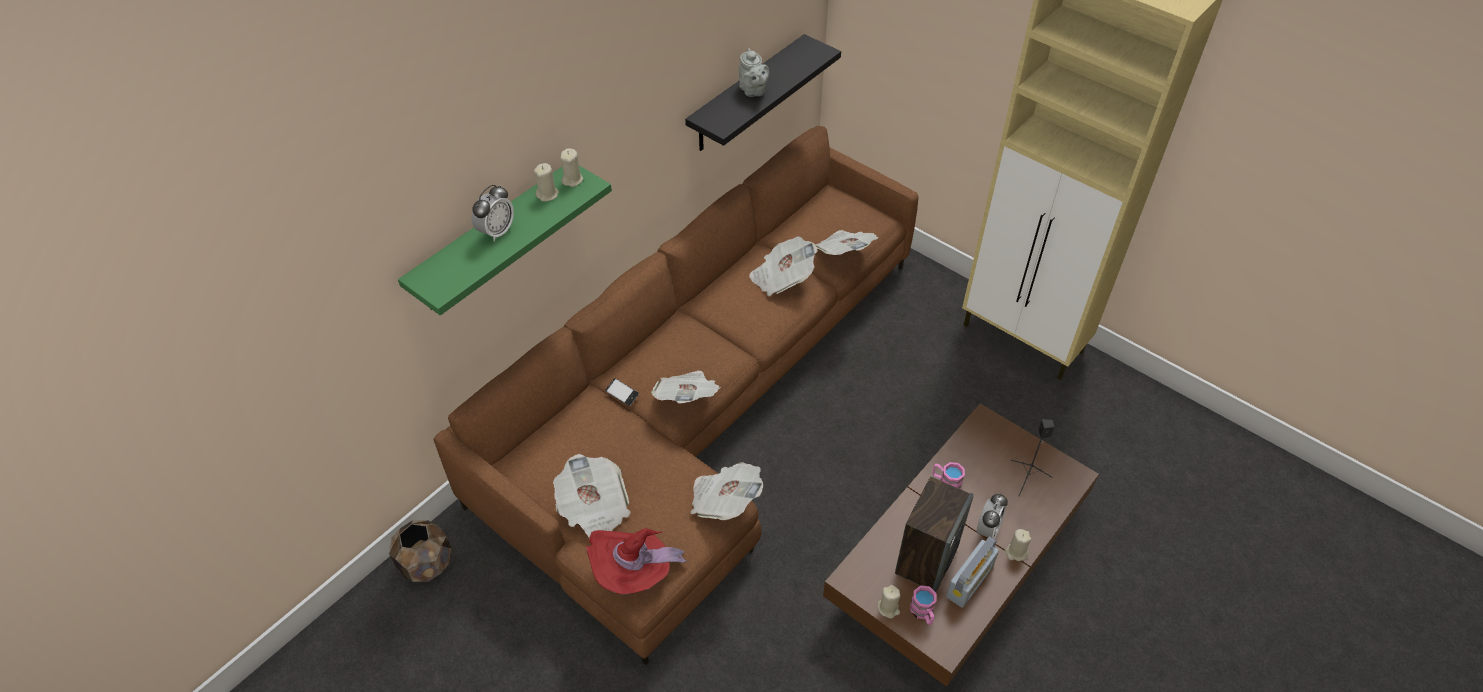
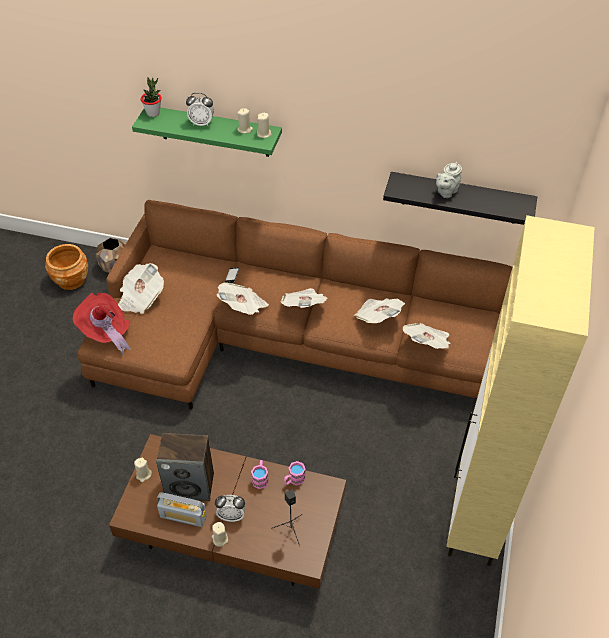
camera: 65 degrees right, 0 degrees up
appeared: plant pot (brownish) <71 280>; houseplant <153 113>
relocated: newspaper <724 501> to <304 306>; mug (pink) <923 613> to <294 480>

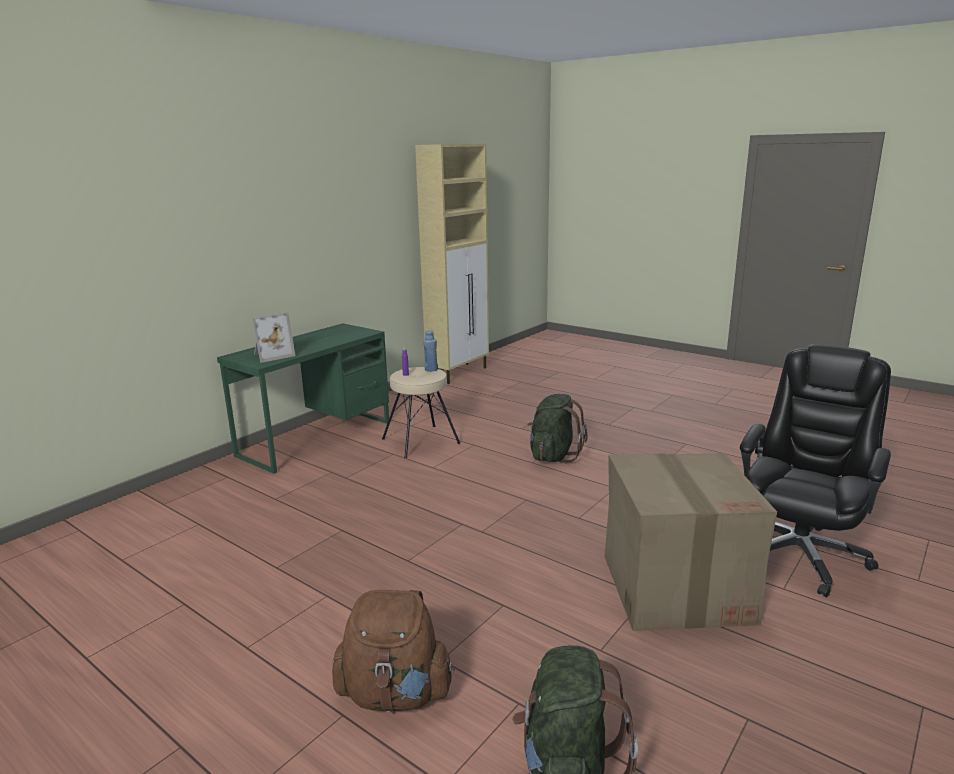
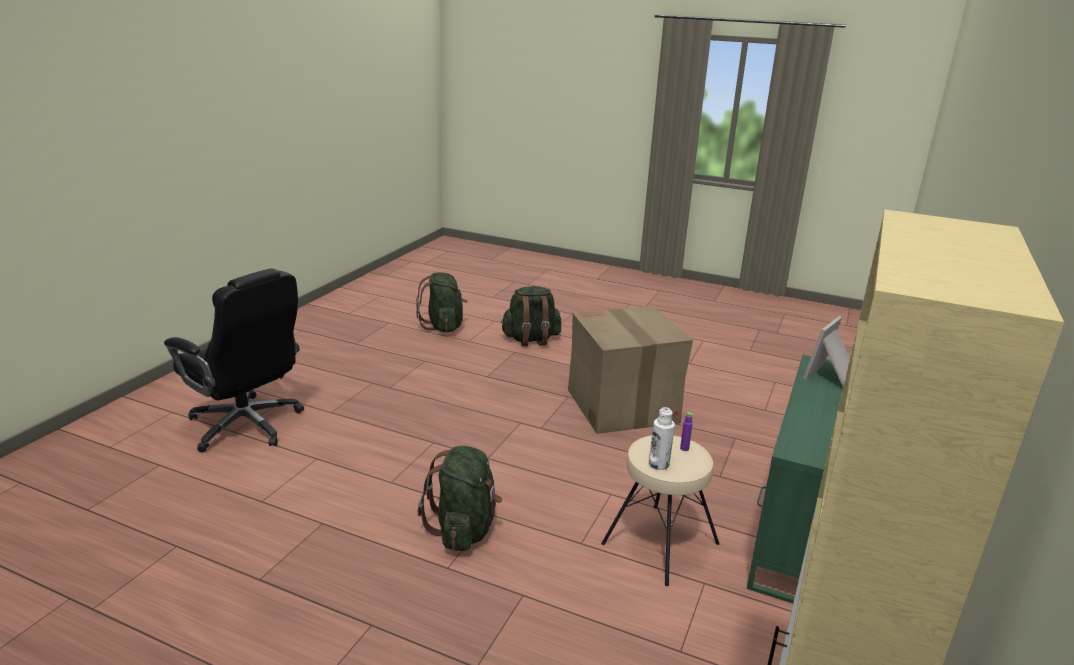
camera: 165 degrees right, 5 degrees up
relocated: cardboard box <675 587> to <622 406>
colour: knapsack (brownish) <395 694> to knapsack (green) <531 339>; bottle (blue) <431 369> to bottle (white-coloured) <658 464>
spun: computer chair (black-coloured) <799 553> = <247 425> 75 degrees counterclockwise

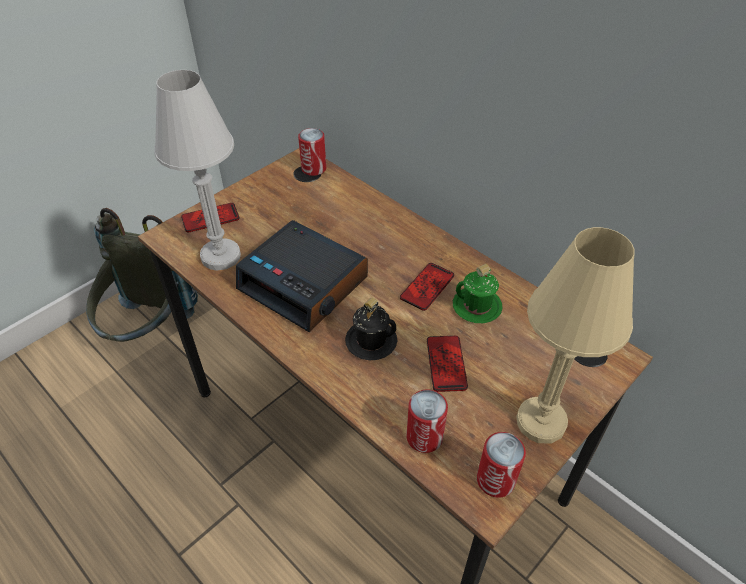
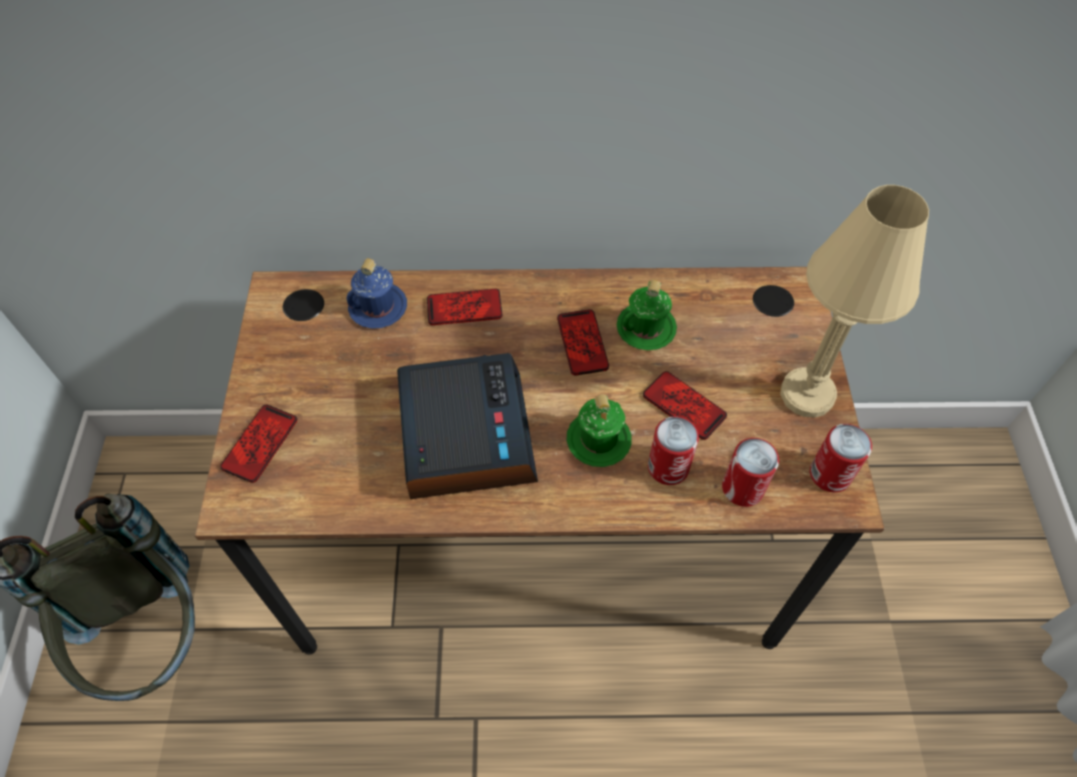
camera: 45 degrees left, 10 degrees up
missing: lamp for a table (white-coloured) <220 256>
appeared: mug (blue) <378 307>; handset <464 308>
relocated: metal can <314 168> to <668 467>
colour: mug (black-coloured) <371 341> to mug (green) <598 440>
spun: bedside clock <305 284> = <464 434> 90 degrees counterclockwise

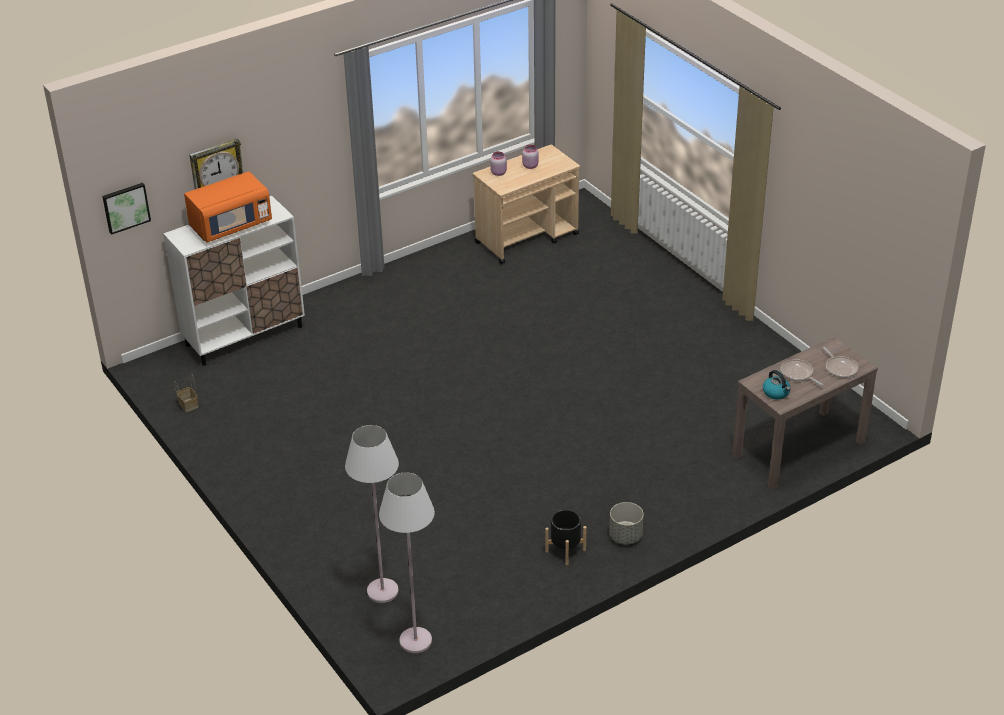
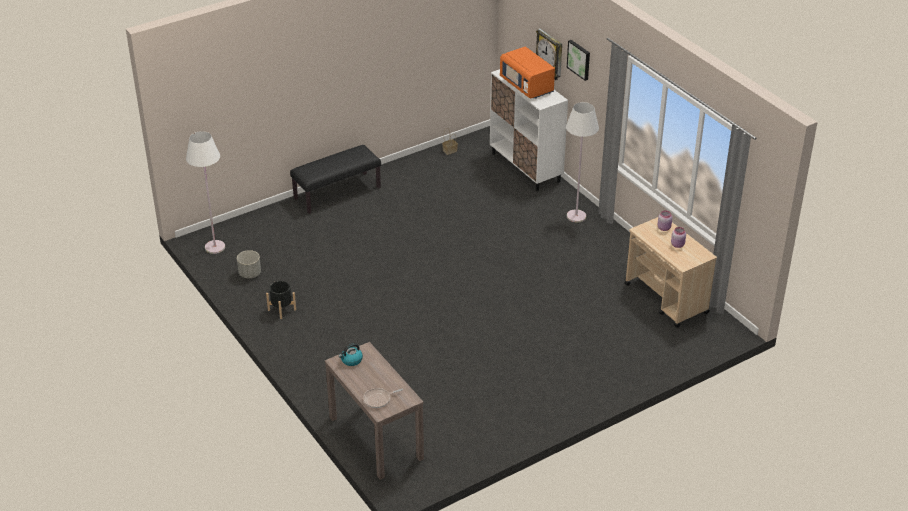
camera: 90 degrees right, 0 degrees up
missing: skillet <798 374>
appeared: indoor bench (black-coloured) <337 193>
relocated: plant pot (greyish) <625 536> to <249 274>; standard lamp (white-coloured) <382 591> to <576 216>; wall art <125 207> to <579 59>

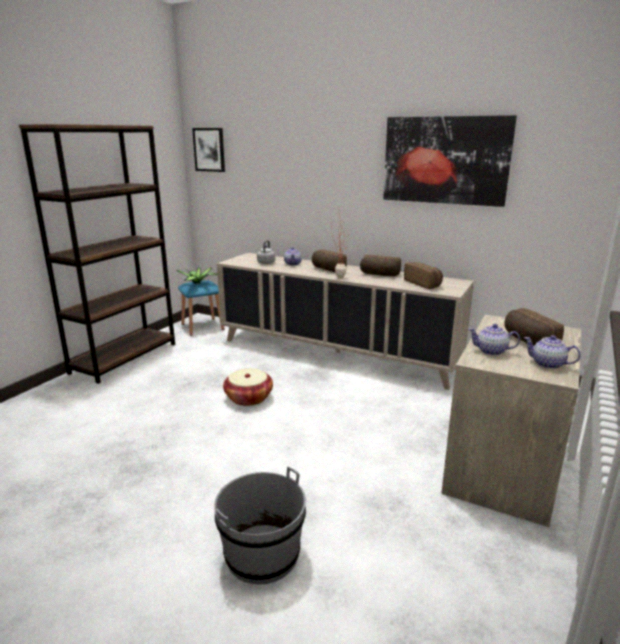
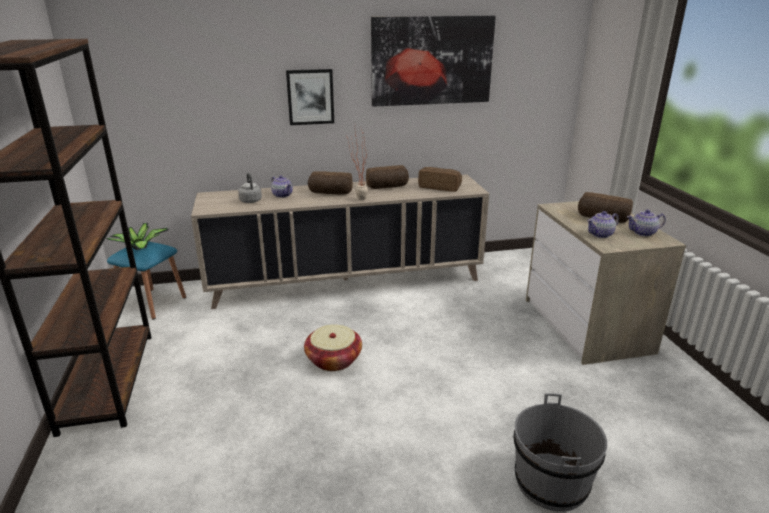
camera: 40 degrees left, 5 degrees up
relocated: wall art <209 149> to <310 97>

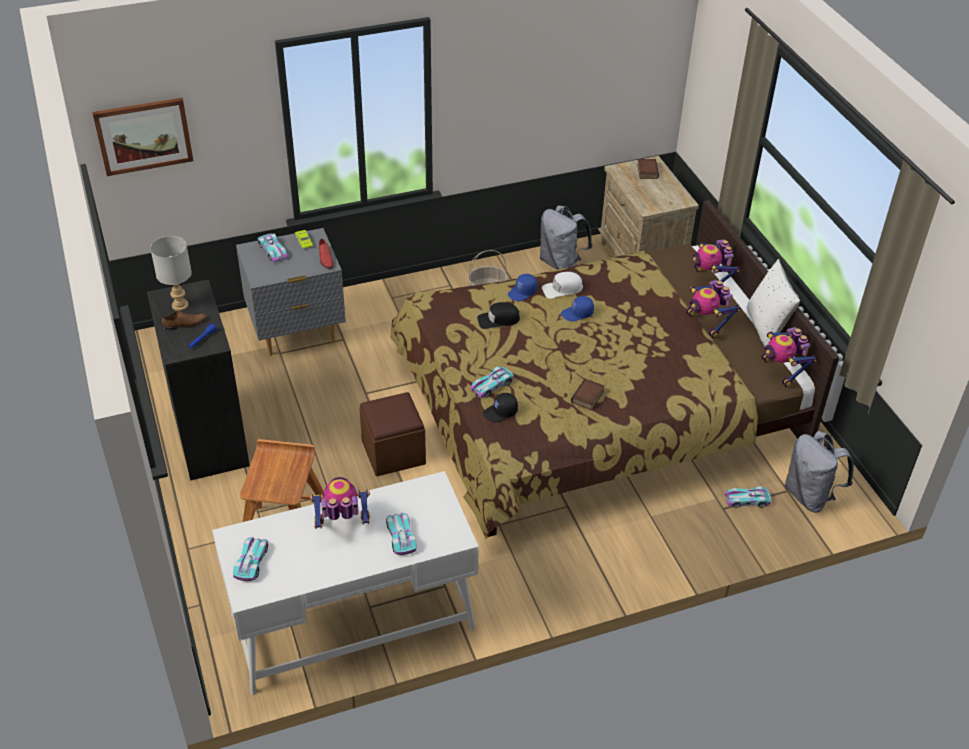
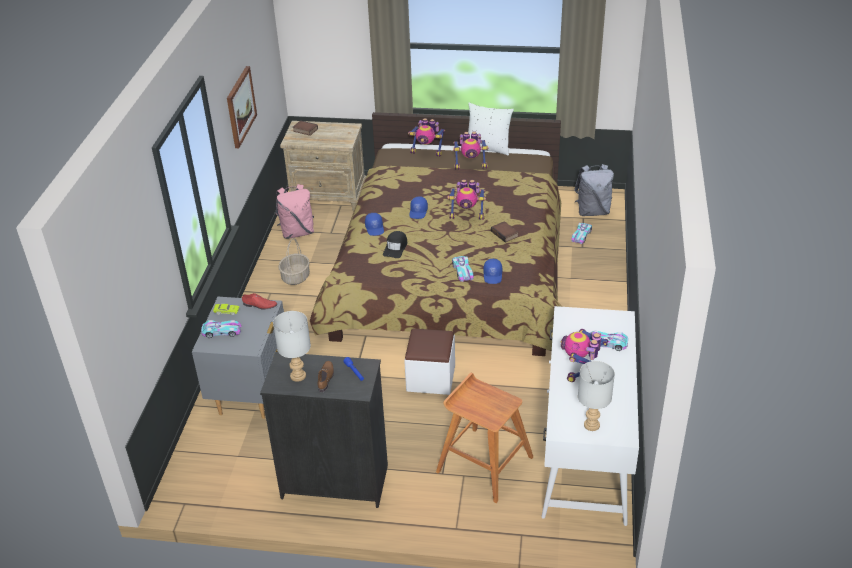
camera: 60 degrees left, 5 degrees down
missing: peaked cap (white-coloured) <562 289>
relocated: wall art <143 135> to <240 106>; model robot <781 371> to <467 215>
exchanged: miniature car <251 561> to lamp for a table (greyish) <592 425>
colour: knapsack (greyish) <561 263> to knapsack (pink) <297 232>; ottoman (brownish) <393 453> to ottoman (white-coloured) <431 378>; peaked cap (black-coloured) <500 412> to peaked cap (blue) <493 276>

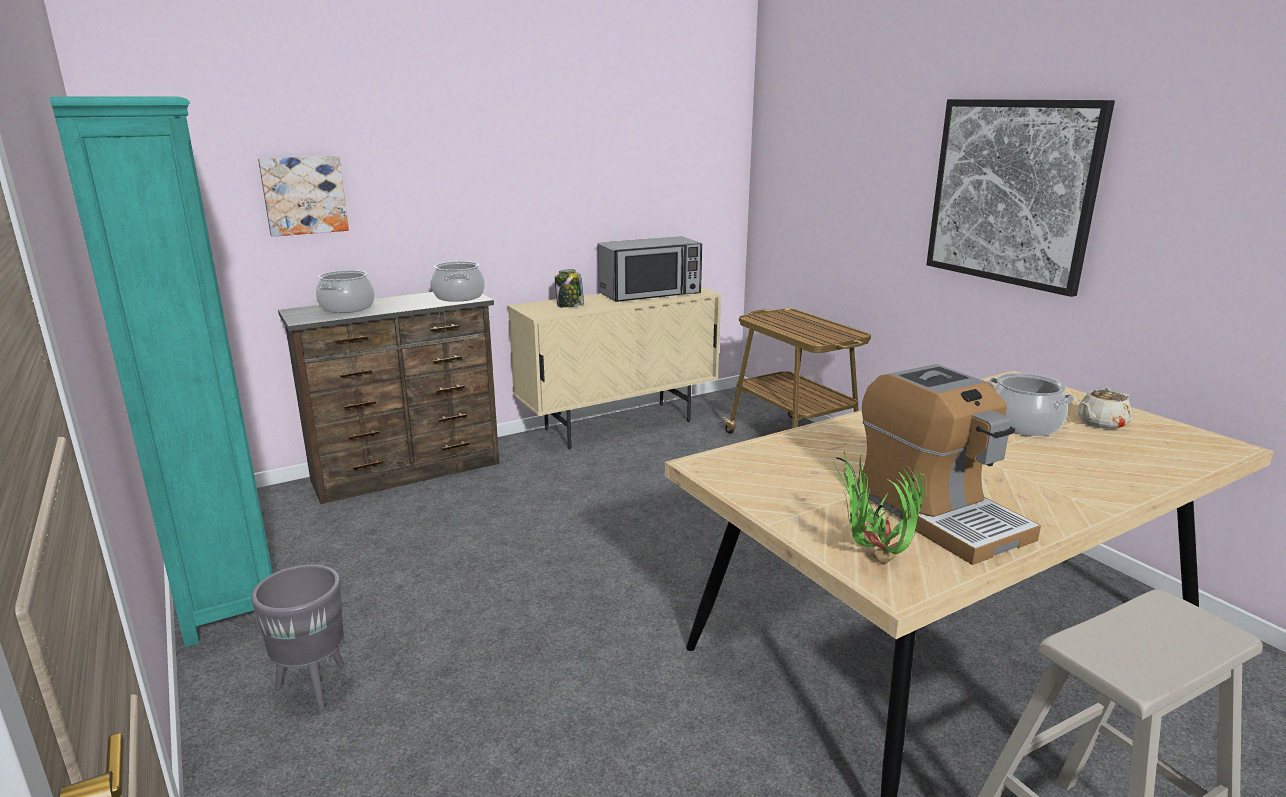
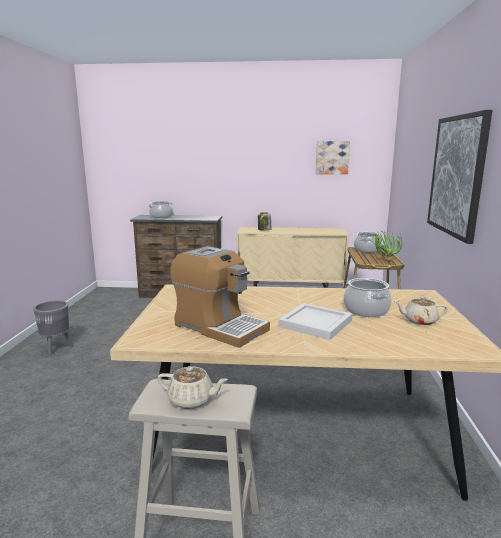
camera: 35 degrees right, 5 degrees down
missing: bookshelf (turquoise) <225 577>; kitchen microwave <650 293>
appeared: tea pot (beige-coloured) <192 400>; serving tray (white-coloured) <316 323>
relocated: wall art <304 195> to <332 157>; saucepot <458 297> to <366 250>; houseplant <872 563> to <384 261>
spun: coffee machine <938 515> = <219 327> 60 degrees counterclockwise

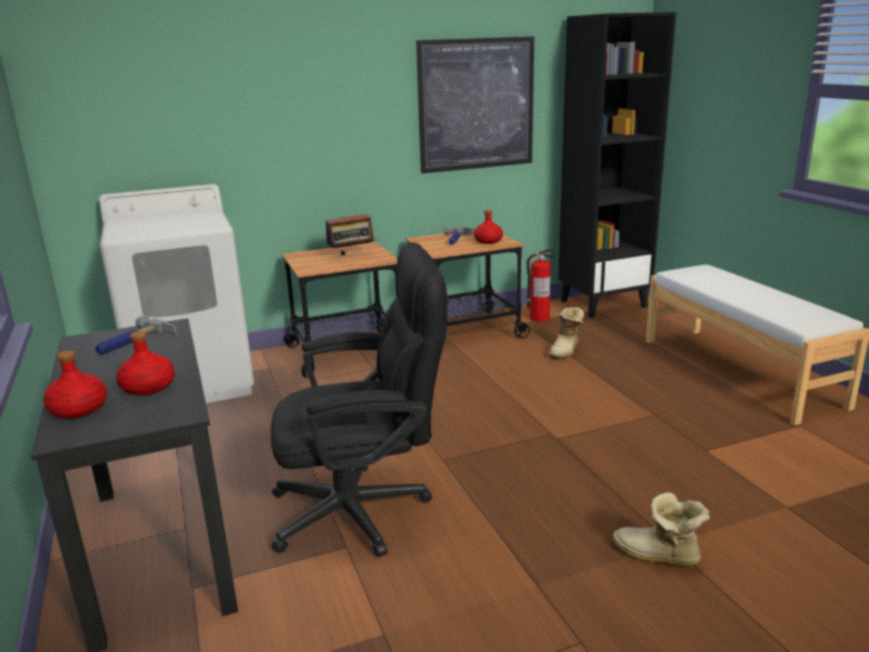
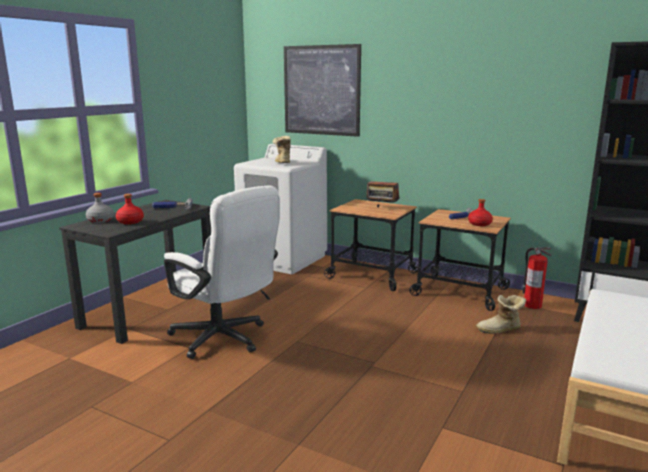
camera: 50 degrees right, 5 degrees down
relocated: tall boot <658 556> to <282 163>; wall art <476 105> to <321 90>
colour: bottle (red-coloured) <79 409> to bottle (greyish) <100 220>; computer chair (black-coloured) <365 509> to computer chair (white-coloured) <224 340>

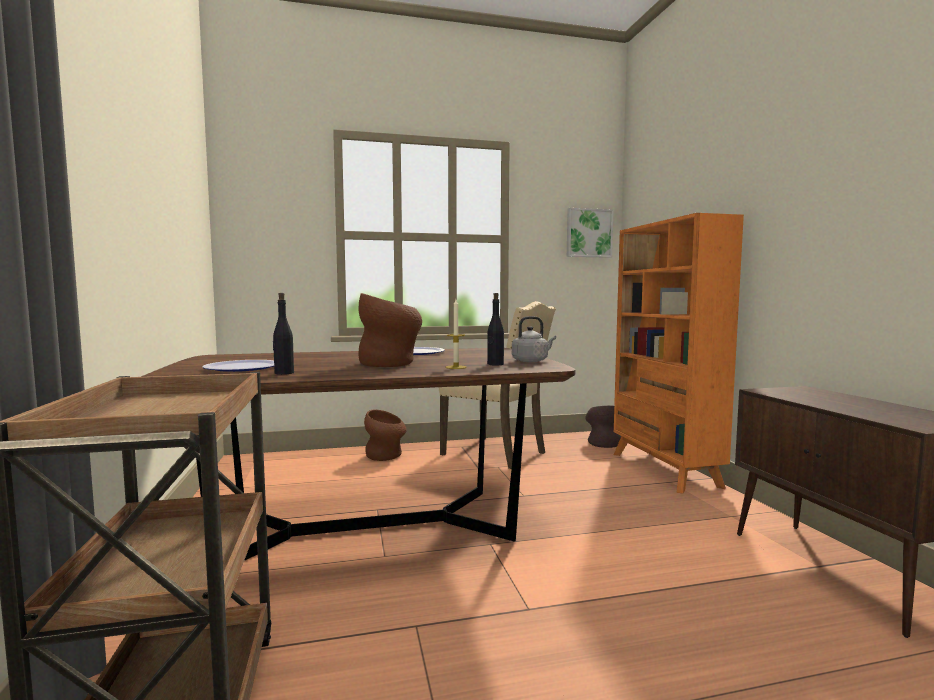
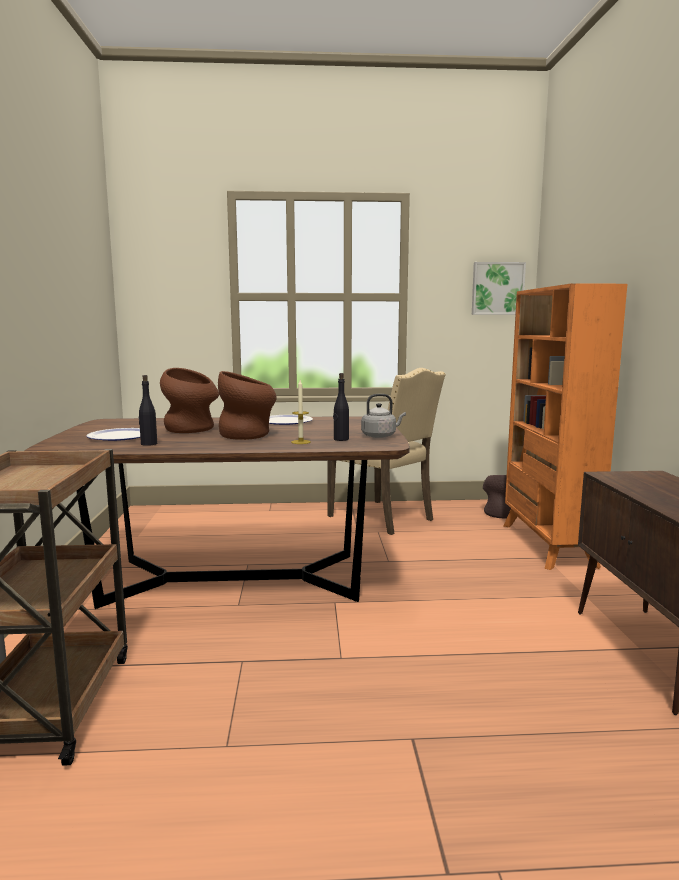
camera: 10 degrees right, 5 degrees up
relocated: vase (brownish) <386 456> to <191 430>

